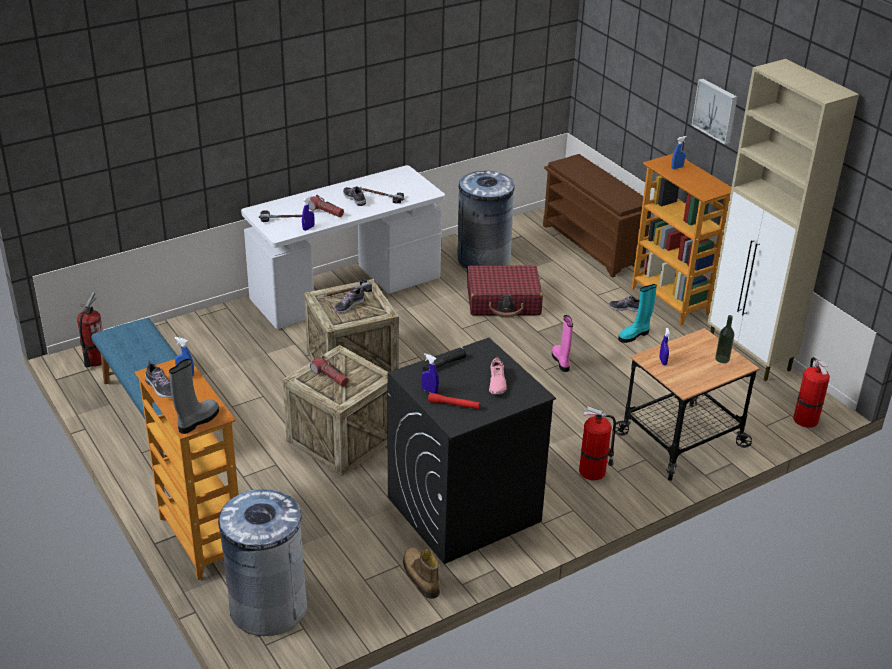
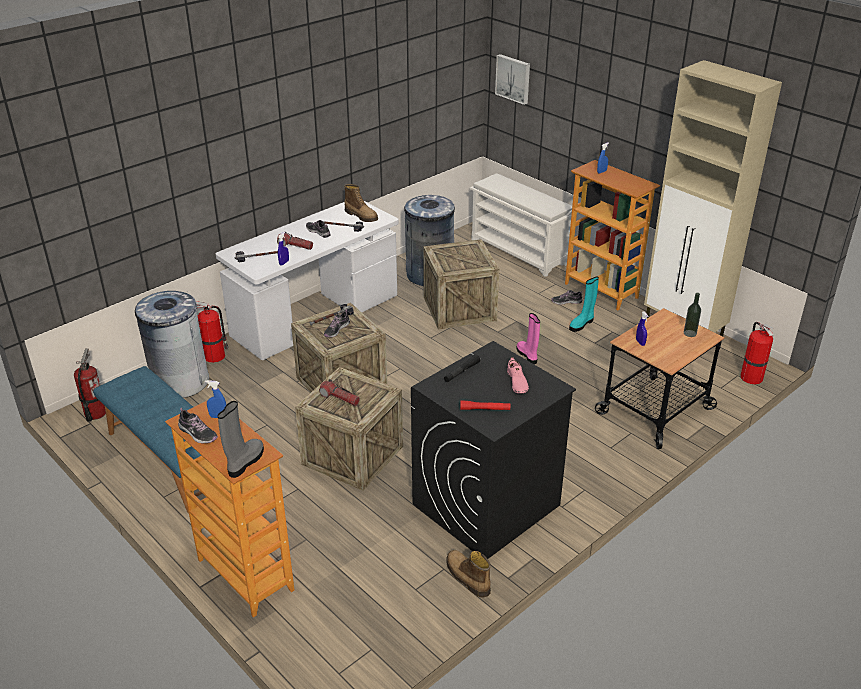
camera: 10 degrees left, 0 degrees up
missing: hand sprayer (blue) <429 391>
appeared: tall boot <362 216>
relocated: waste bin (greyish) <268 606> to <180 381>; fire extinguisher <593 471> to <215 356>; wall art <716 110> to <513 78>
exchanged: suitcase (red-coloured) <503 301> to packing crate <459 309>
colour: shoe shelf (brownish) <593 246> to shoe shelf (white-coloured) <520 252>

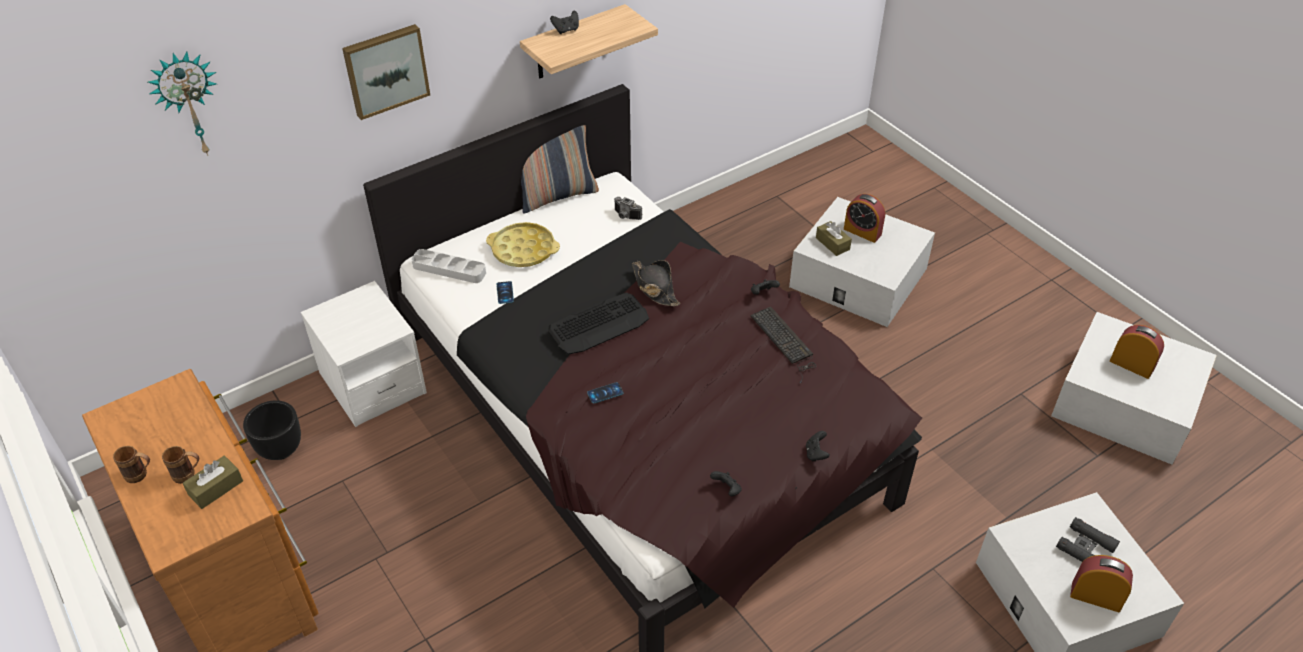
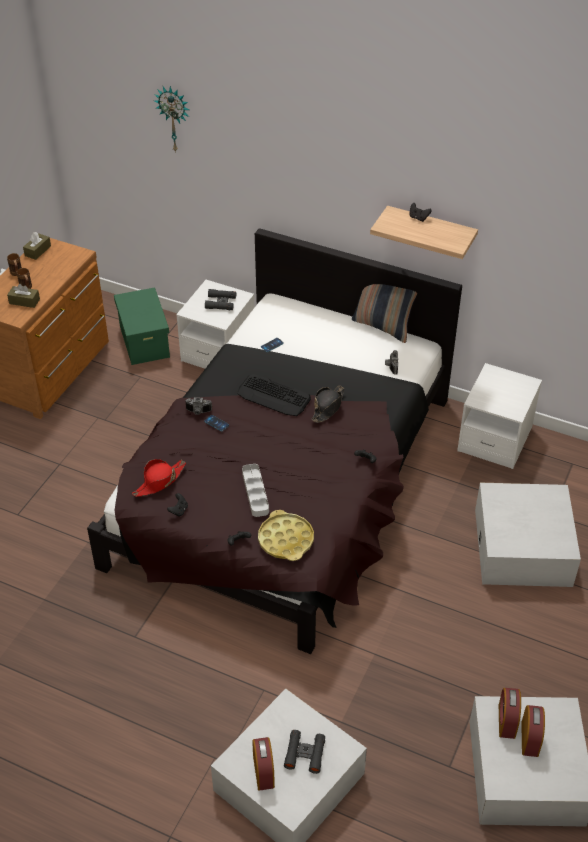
camera: 60 degrees right, 0 degrees up
missing: wall art <385 70>; computer keyboard <785 342>
appeared: clothing hat (red-coloured) <159 481>; still camera <198 412>; field glasses (black-coloured) <220 303>; bedside table (white-coloured) <494 439>
relocated: box of tissues (brownish) <832 243> to <38 251>; serving tray (greyish) <449 269> to <255 492>; serving tray (yellowish) <523 250> to <286 540>; bedside clock <862 232> to <507 721>
exchanged: plant pot (black-coloured) <281 449> to storage box (green) <145 341>

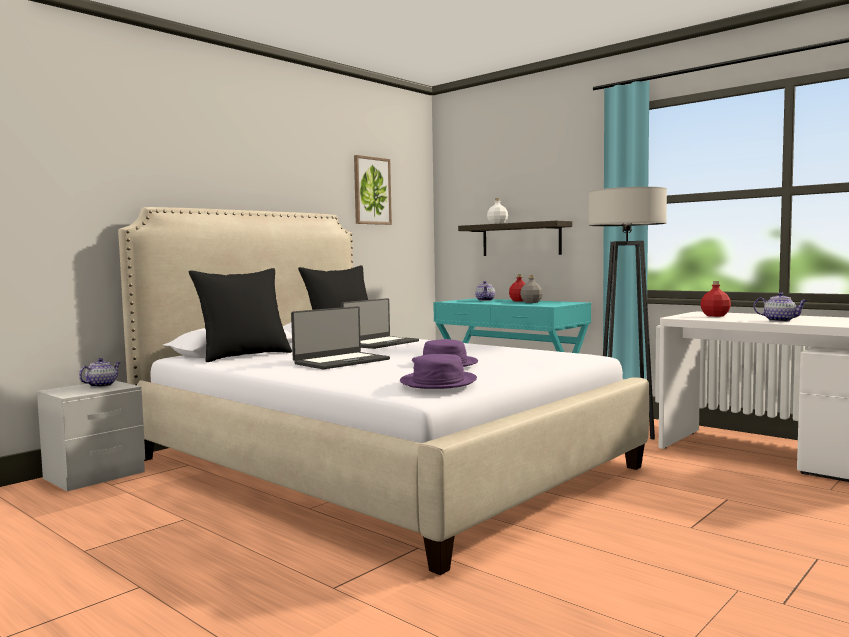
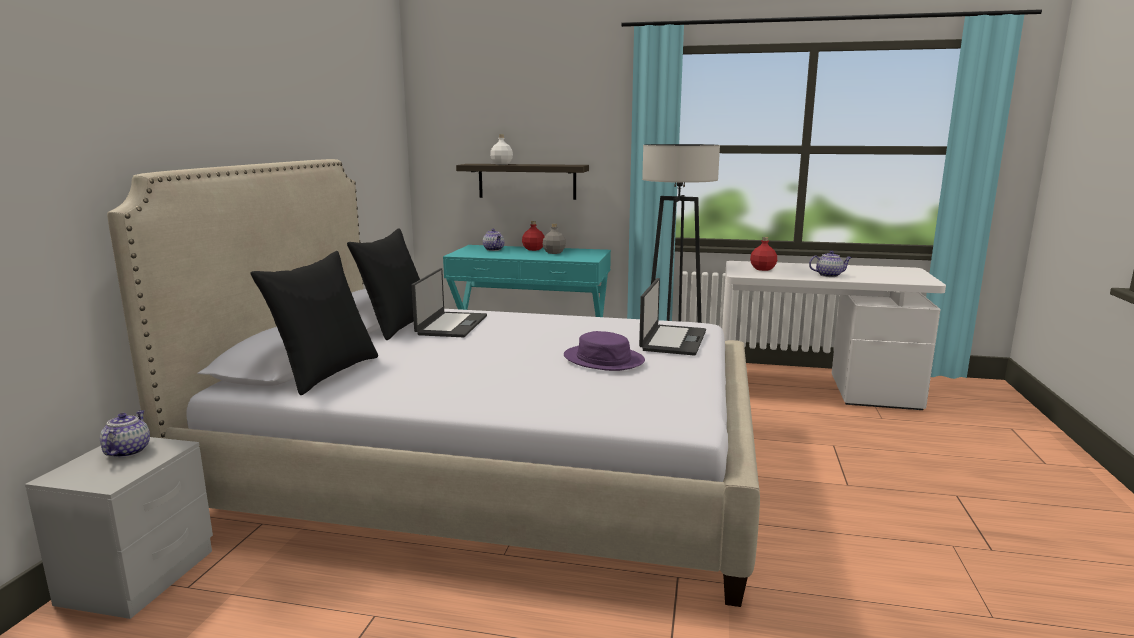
camera: 30 degrees left, 10 degrees up
missing: wall art <371 191>; clothing hat (purple) <438 382>
relocated: portable computer <341 361> to <672 340>

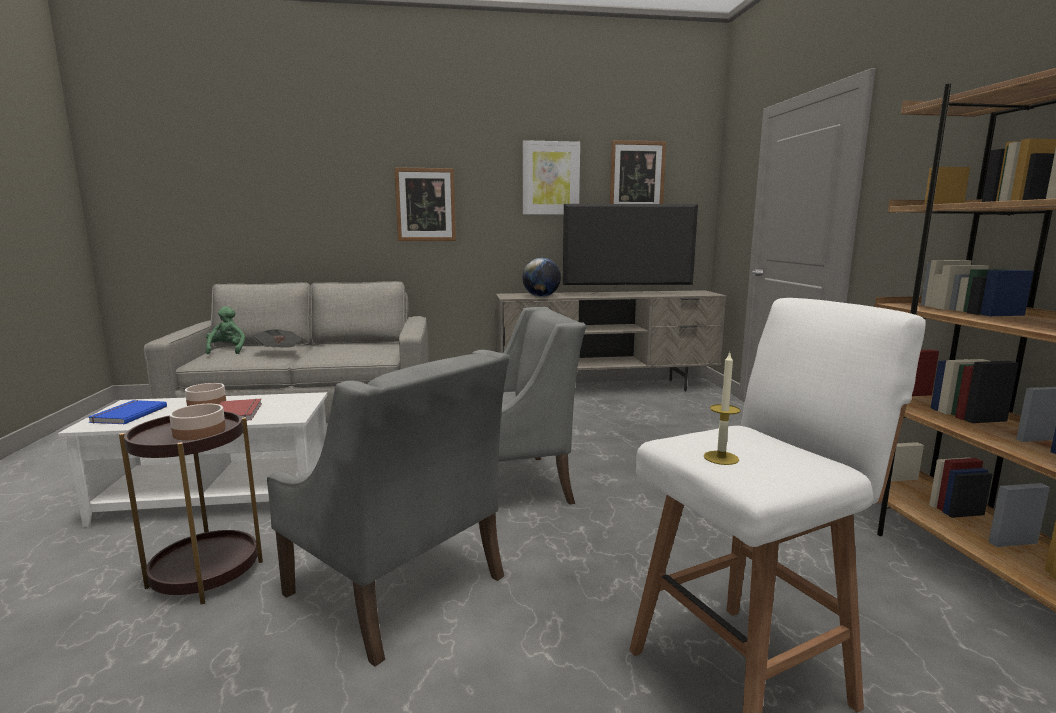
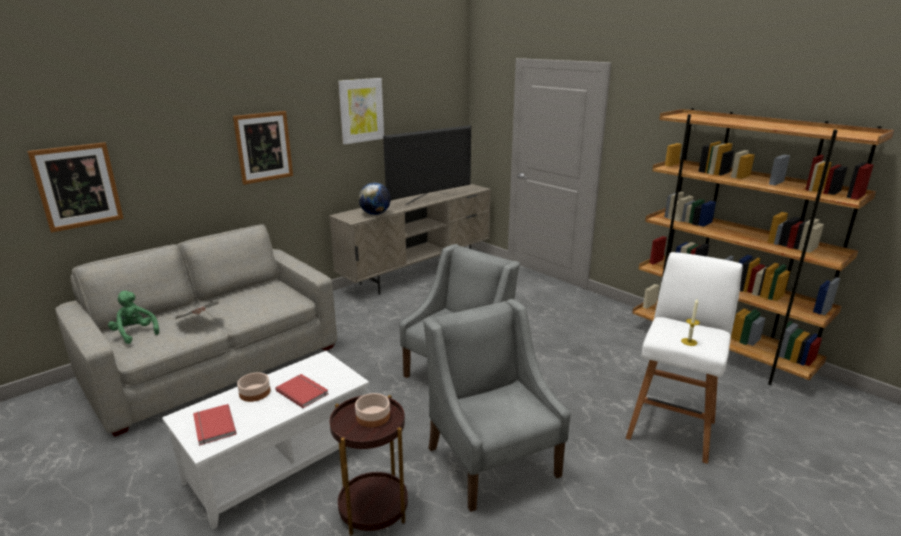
camera: 35 degrees left, 10 degrees up
relocated: wall art <637 176> to <78 186>
colour: bound book (blue) <127 414> to bound book (red-coloured) <213 426>
spun: easy chair (greyish) <397 586> = <492 460> 120 degrees counterclockwise

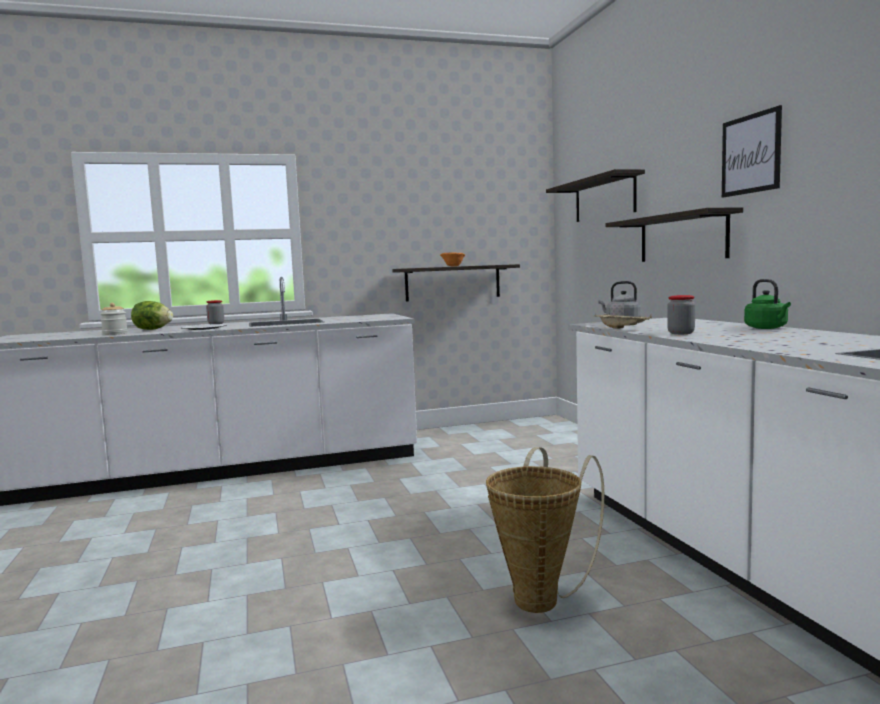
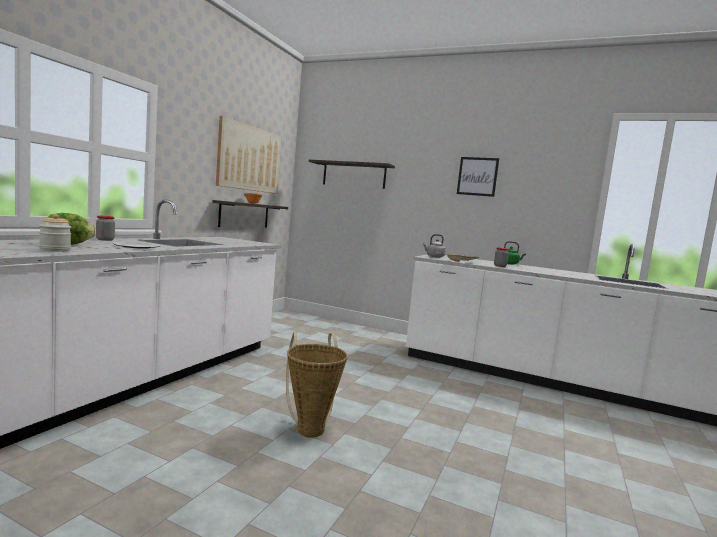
camera: 50 degrees left, 0 degrees up
missing: shelf <682 238>
appeared: wall art <250 158>
relocated: household basket <542 598> to <310 427>

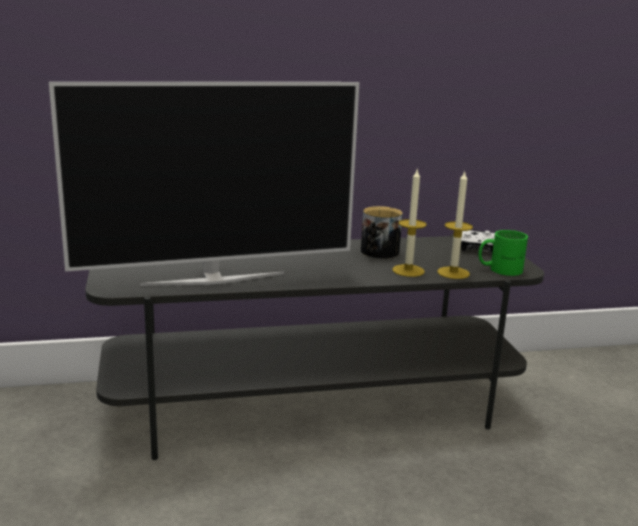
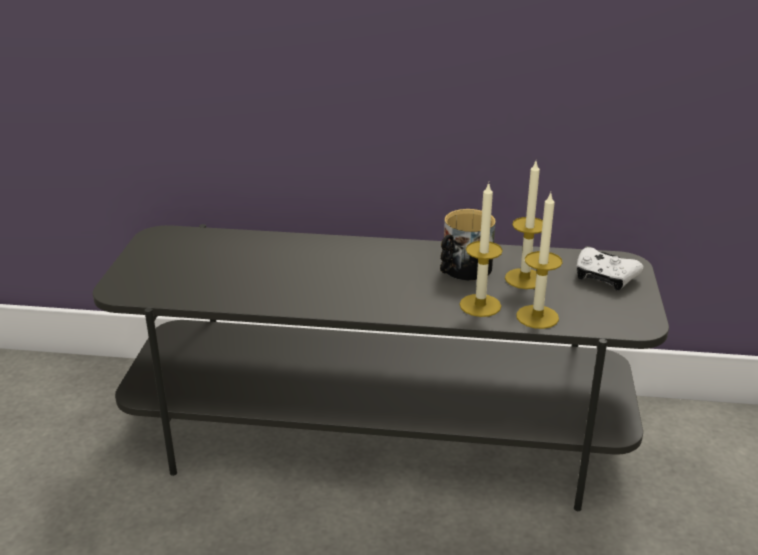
camera: 20 degrees right, 10 degrees up
missing: television <213 278>; mug (green) <499 269>
appeared: wax candle <524 279>

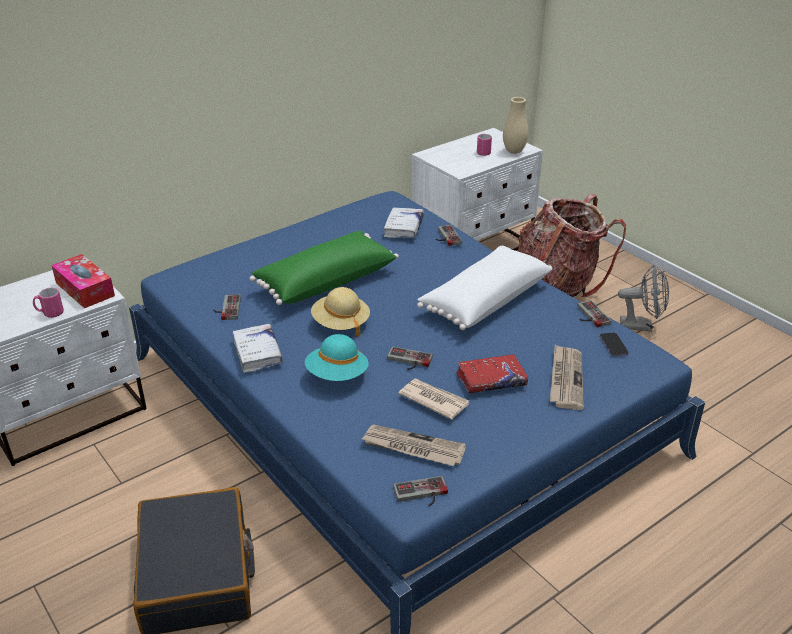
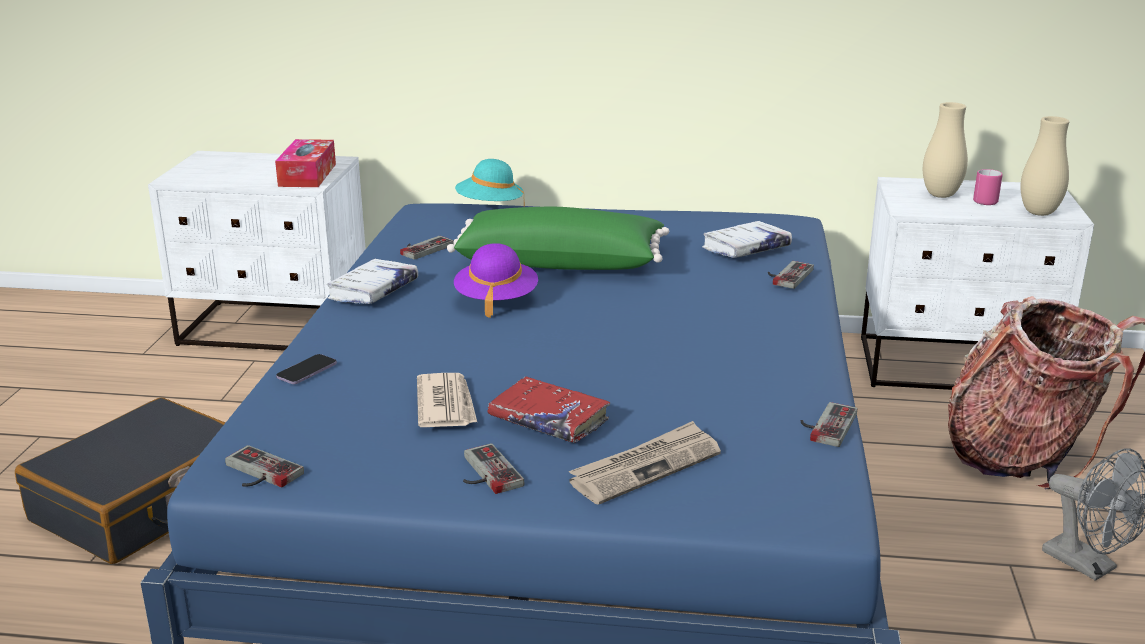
camera: 45 degrees right, 10 degrees down
missing: mug (pink) <50 313>; newspaper <412 448>; cushion (white-coloured) <484 300>
appeared: vase (beige-coloured) <940 195>
relocated: handset <613 345> to <307 371>; clothing hat (turquoise) <337 375> to <489 206>; game controller <408 361> to <484 473>
colour: clothing hat (beige-coloured) <340 323> to clothing hat (purple) <496 300>

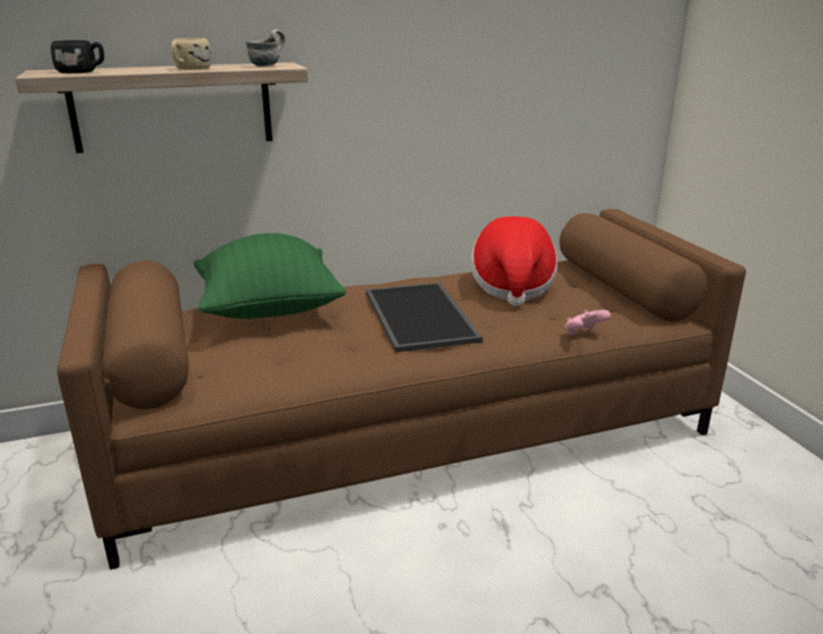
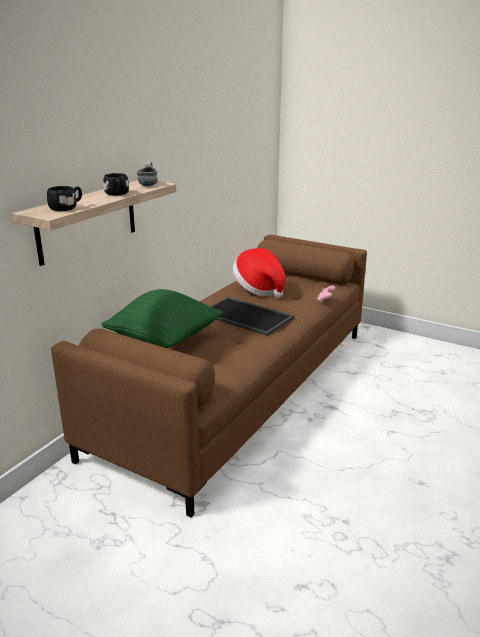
camera: 40 degrees left, 0 degrees up
colour: mug (beige-coloured) <190 68> to mug (black-coloured) <117 194>

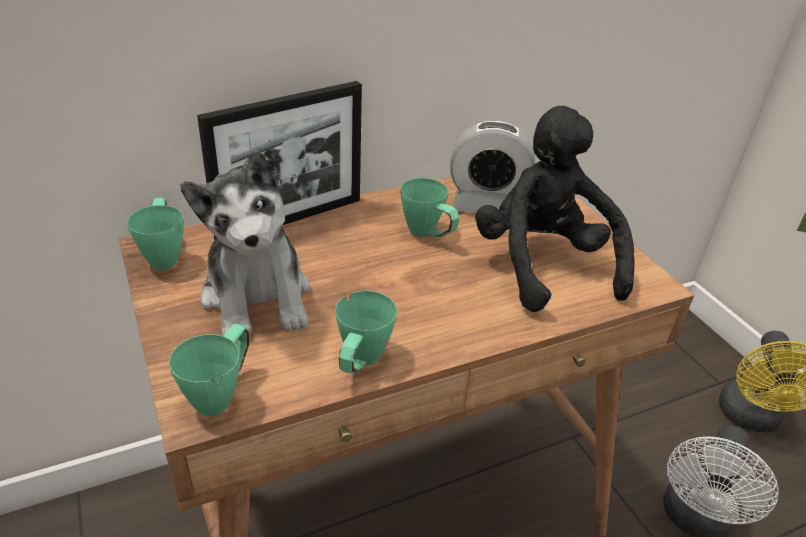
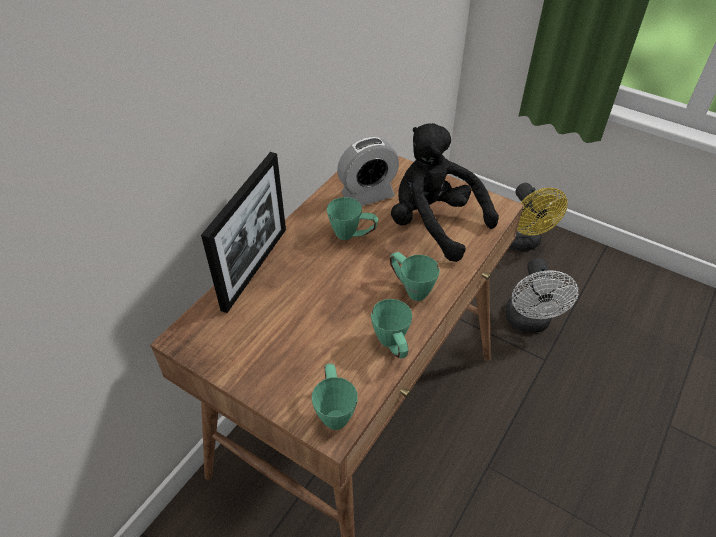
camera: 30 degrees left, 10 degrees up
missing: cuddly toy <257 297>
relocated: mug (green) <164 255> to <410 289>

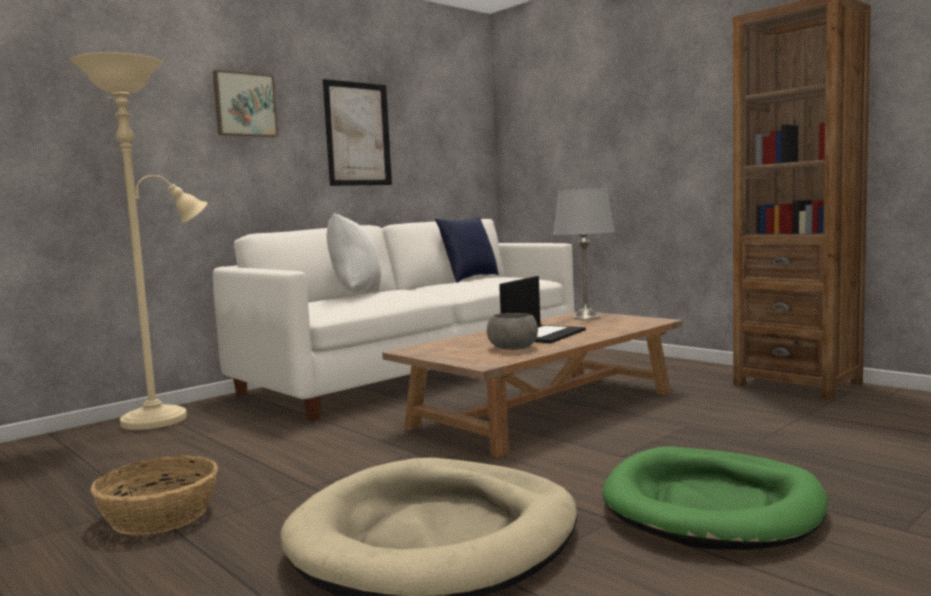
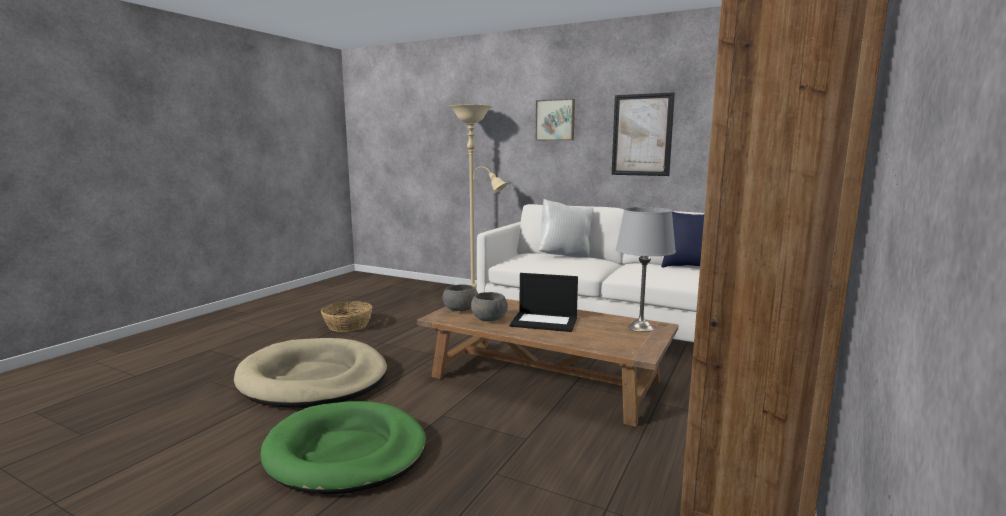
camera: 70 degrees right, 5 degrees up
appeared: deep dish (greyish) <460 309>

